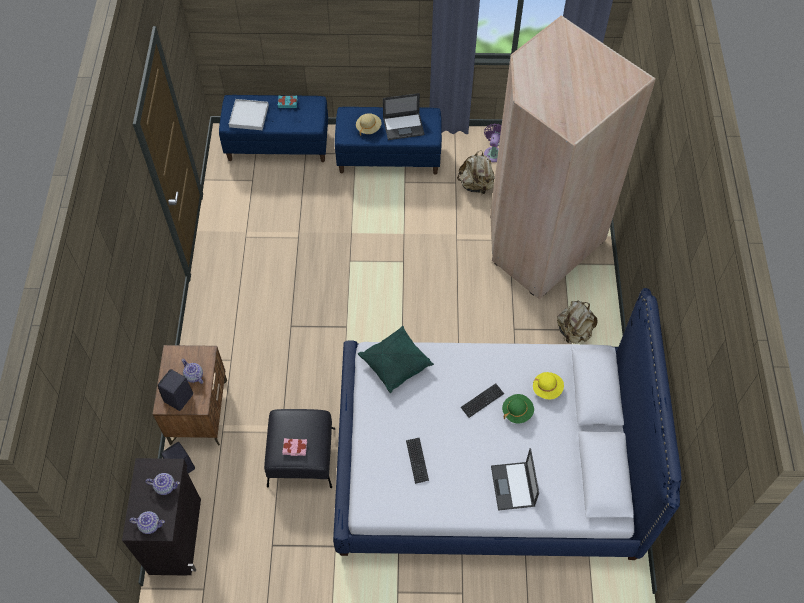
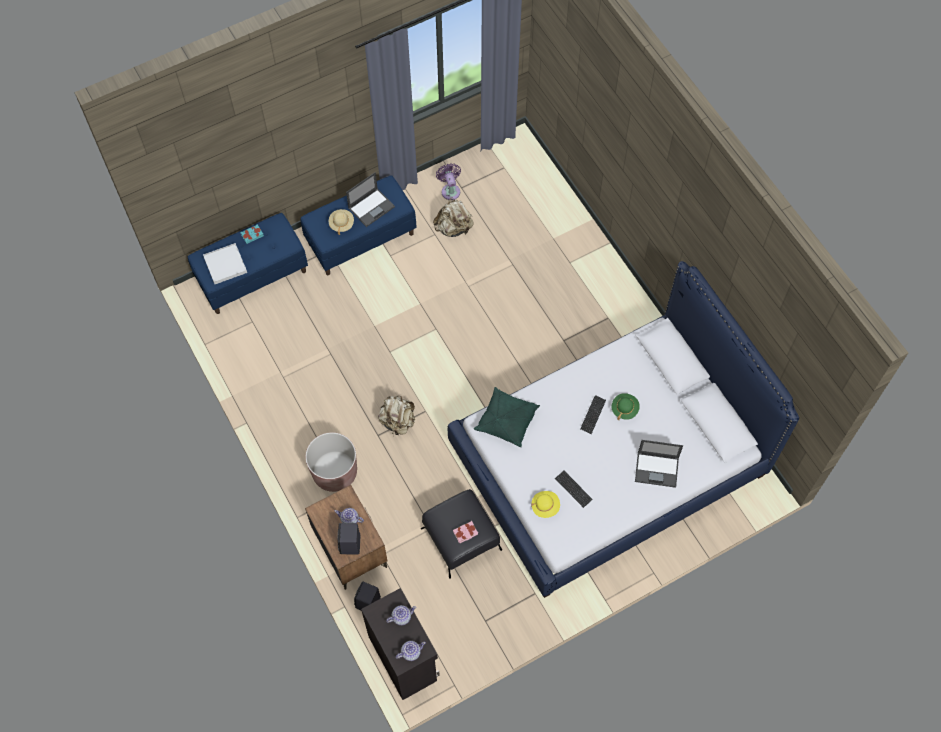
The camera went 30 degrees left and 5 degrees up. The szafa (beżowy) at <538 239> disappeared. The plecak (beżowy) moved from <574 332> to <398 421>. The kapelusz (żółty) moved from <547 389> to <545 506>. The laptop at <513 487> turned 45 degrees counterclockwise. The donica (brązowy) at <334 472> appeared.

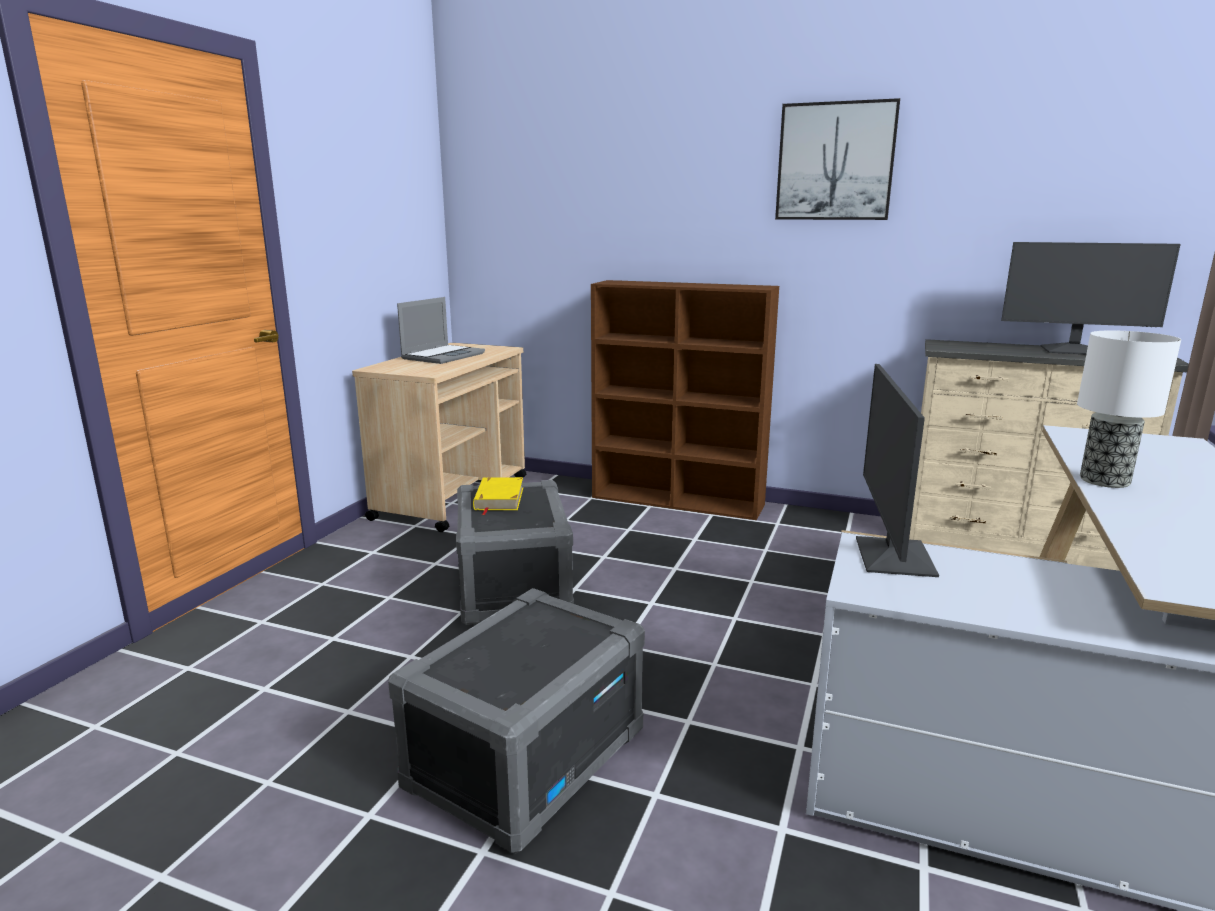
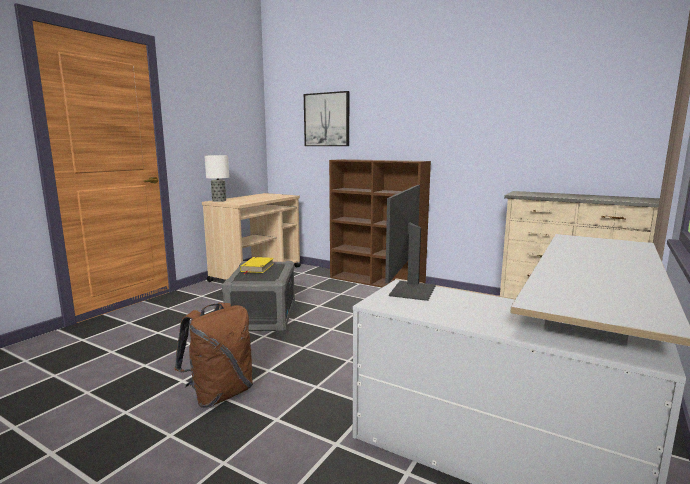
The camera went 10 degrees right and 5 degrees down. The obraz moved from <835 162> to <327 119>. The monitor at <1072 351> disappeared. The laptop at <443 356> disappeared. The lampa stołowa moved from <1105 480> to <219 201>. The pojemnik do przechowywania (szary) at <527 756> was replaced by the plecak (brązowy) at <220 394>.

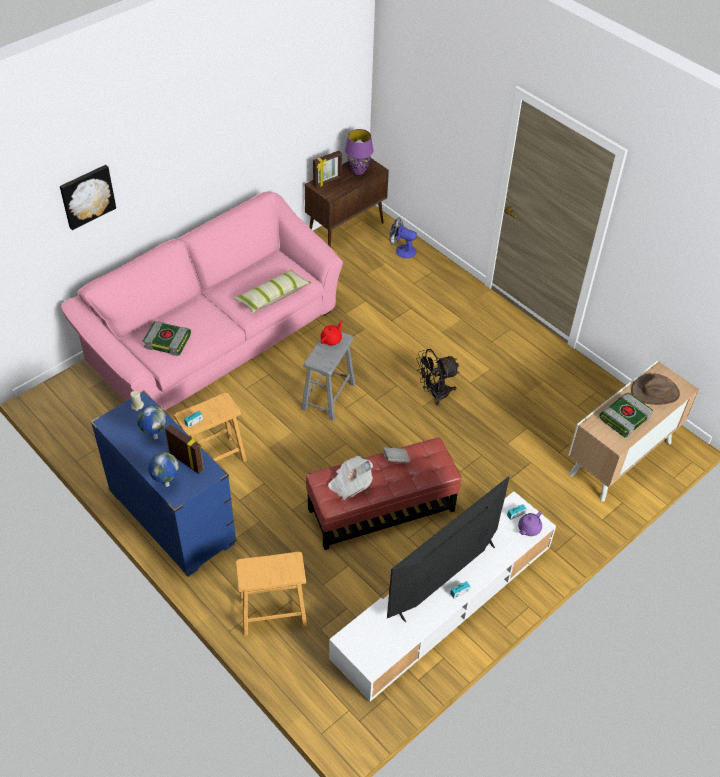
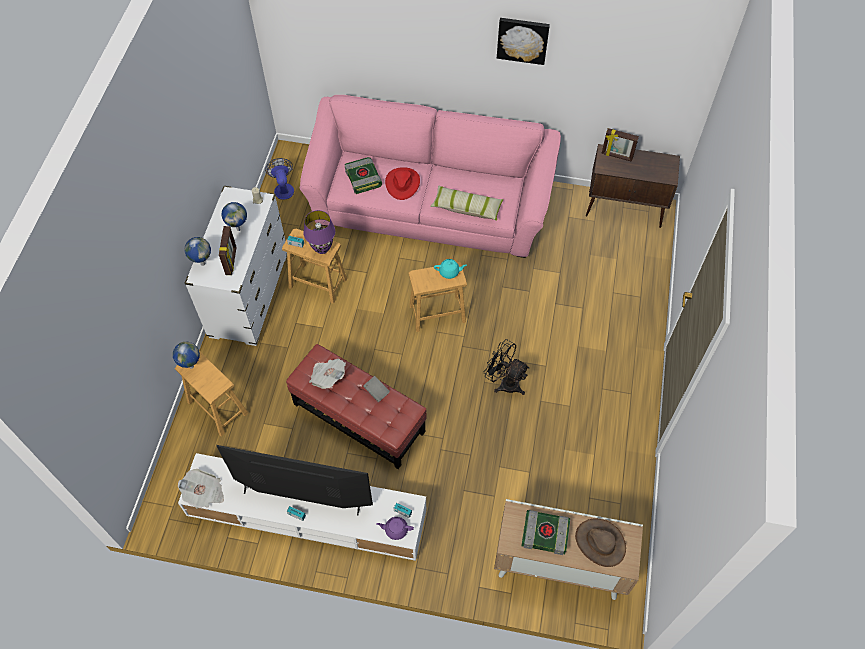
The camera went 55 degrees right and 10 degrees up. The lampa stołowa (fioletowy) moved from <358 171> to <322 249>. The obraz moved from <87 196> to <522 39>. The wentylator moved from <402 250> to <283 188>. The imbryk (czerwony) at <331 339> became the imbryk (turkusowy) at <449 272>. The stołek (szary) at <328 396> became the stołek (brązowy) at <437 313>. The komoda (niebieski) at <172 518> became the komoda (biały) at <249 295>. The kapelusz (czerwony) at <402 183> appeared. The globus at <191 366> appeared. The gazeta at <204 493> appeared.

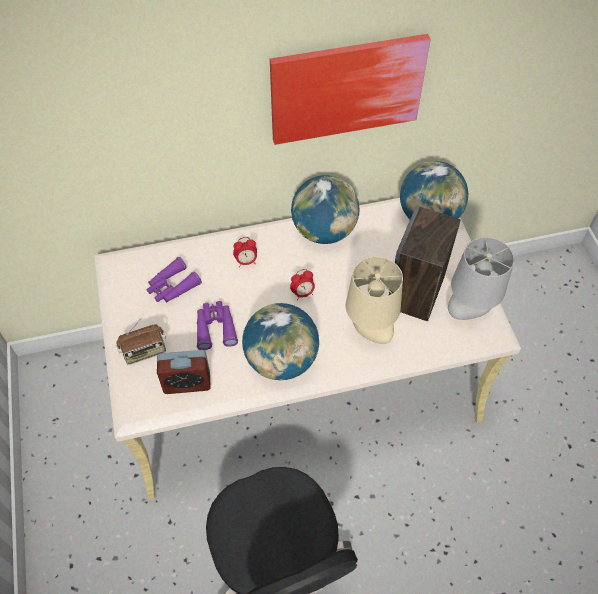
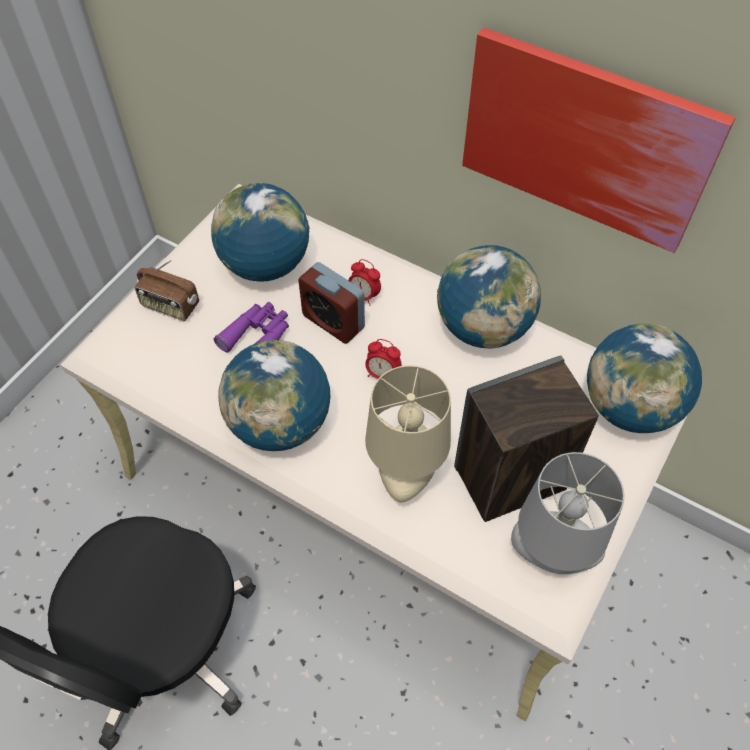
The camera went 45 degrees right and 0 degrees up. The lornetka (fioletowy) at <172 287> was replaced by the globus at <265 265>. The budzik moved from <187 383> to <333 322>.

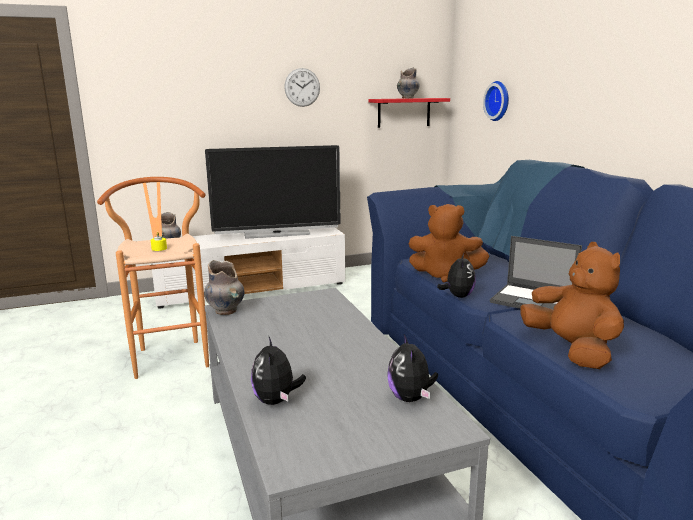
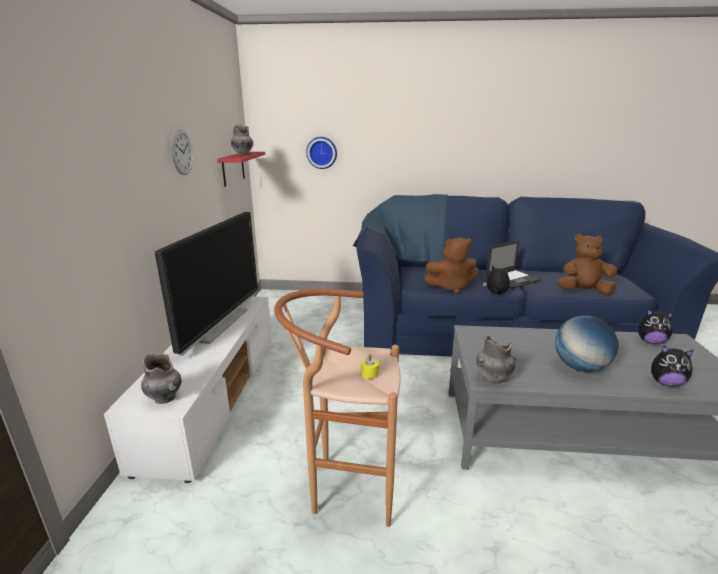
The camera went 65 degrees left and 5 degrees up. The pluszak (brązowy) at <445 275> turned 45 degrees clockwise. The globus at <580 367> appeared.

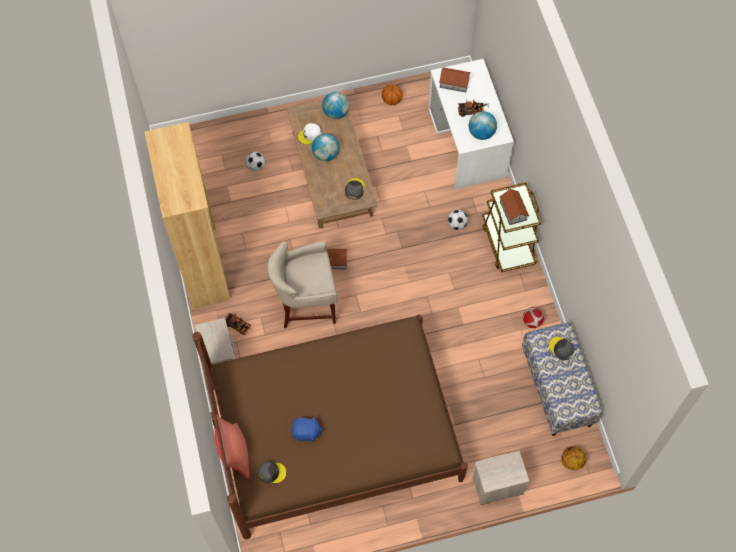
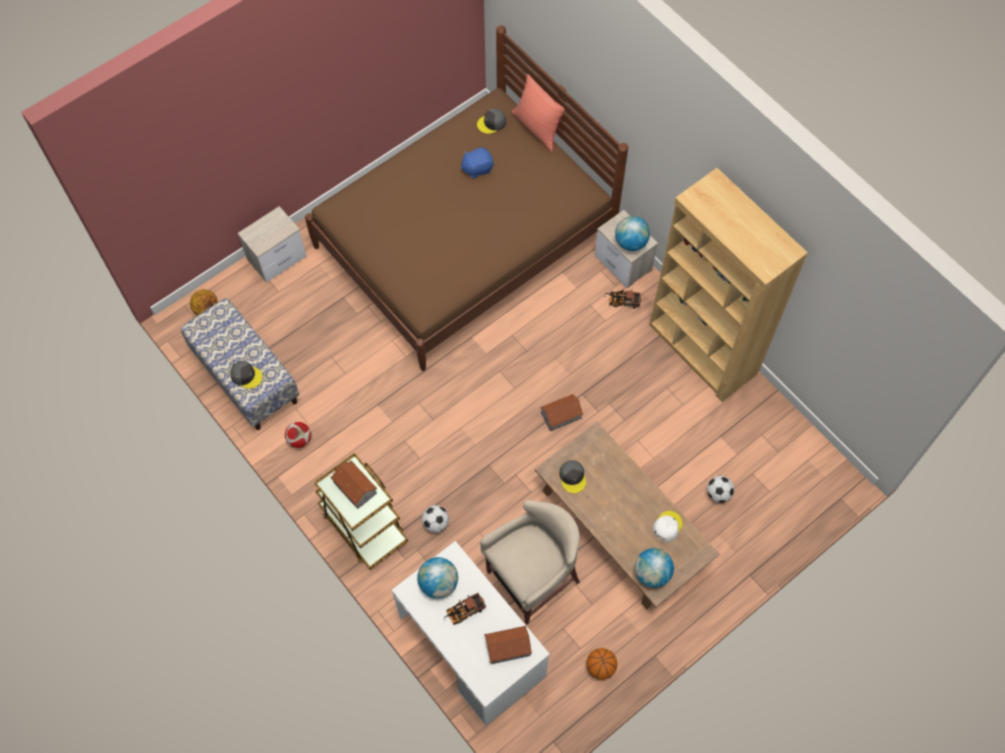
The camera went 155 degrees right and 0 degrees up. The globus moved from <326 154> to <630 242>. The stołek (beżowy) moved from <306 304> to <532 579>.

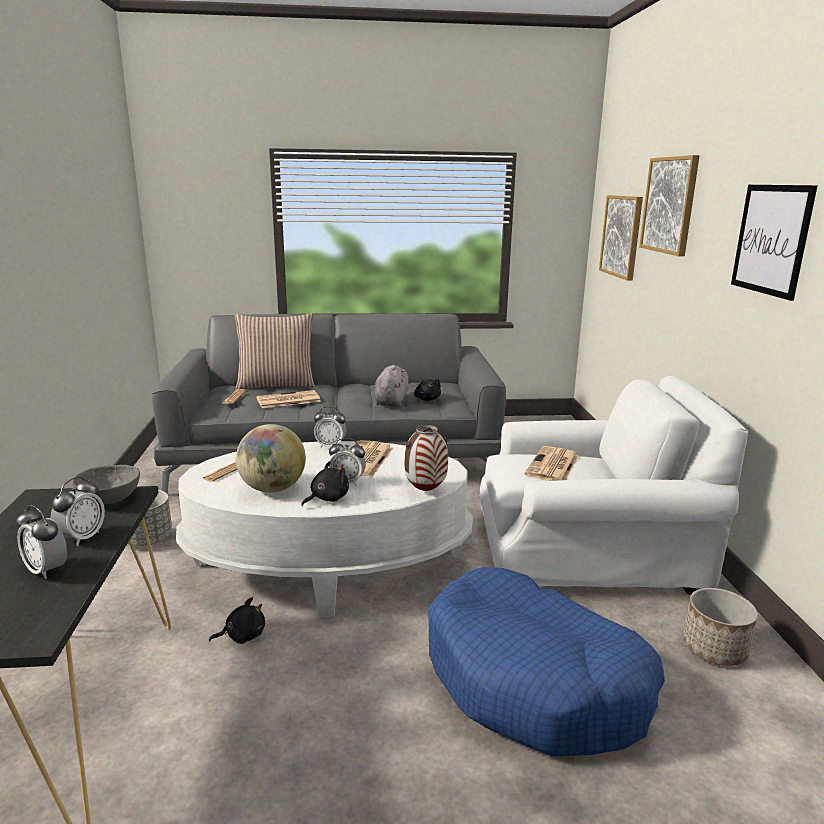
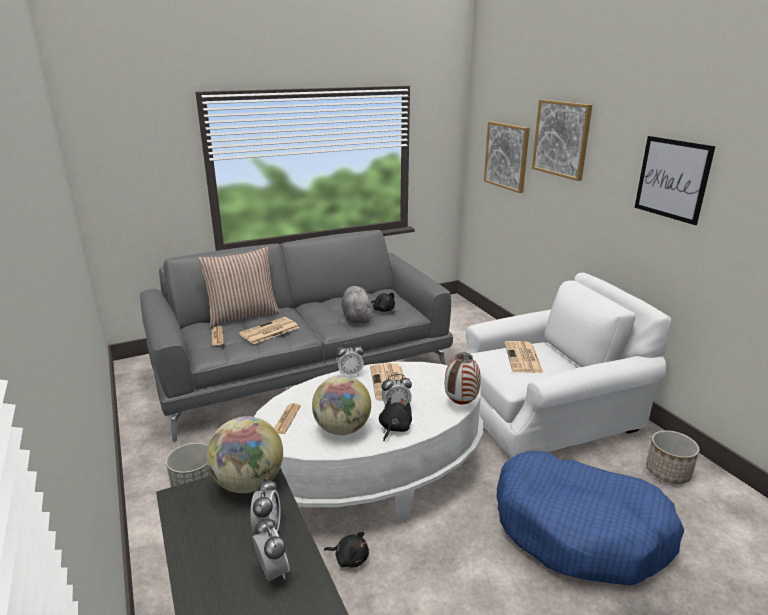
The camera went 20 degrees left and 5 degrees up. The miska (szary) at <109 500> was replaced by the globus at <248 483>. The budzik at <47 570> turned 135 degrees counterclockwise. The pluszak (czarny) at <242 635> turned 60 degrees clockwise.

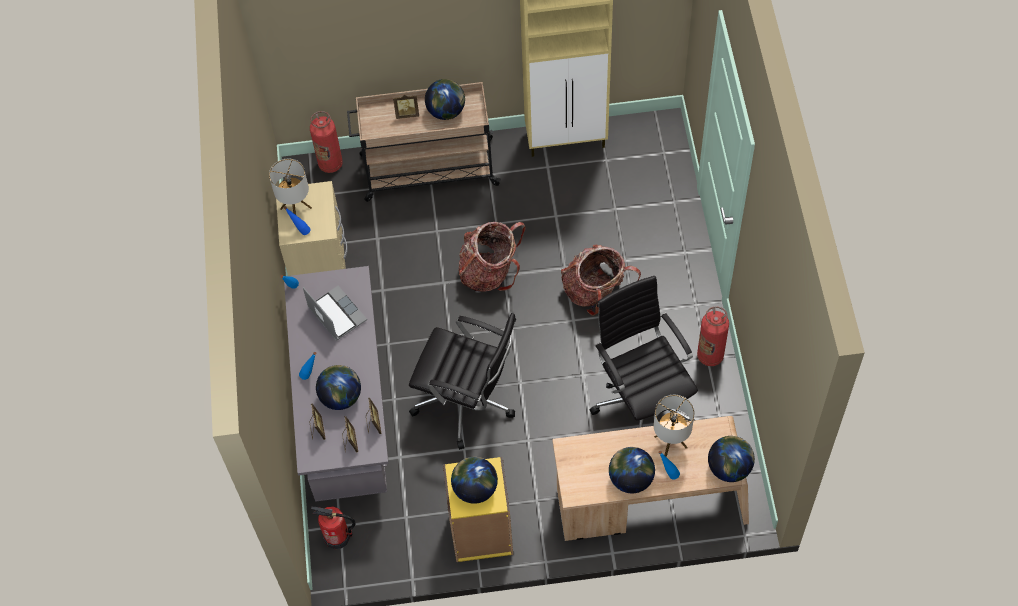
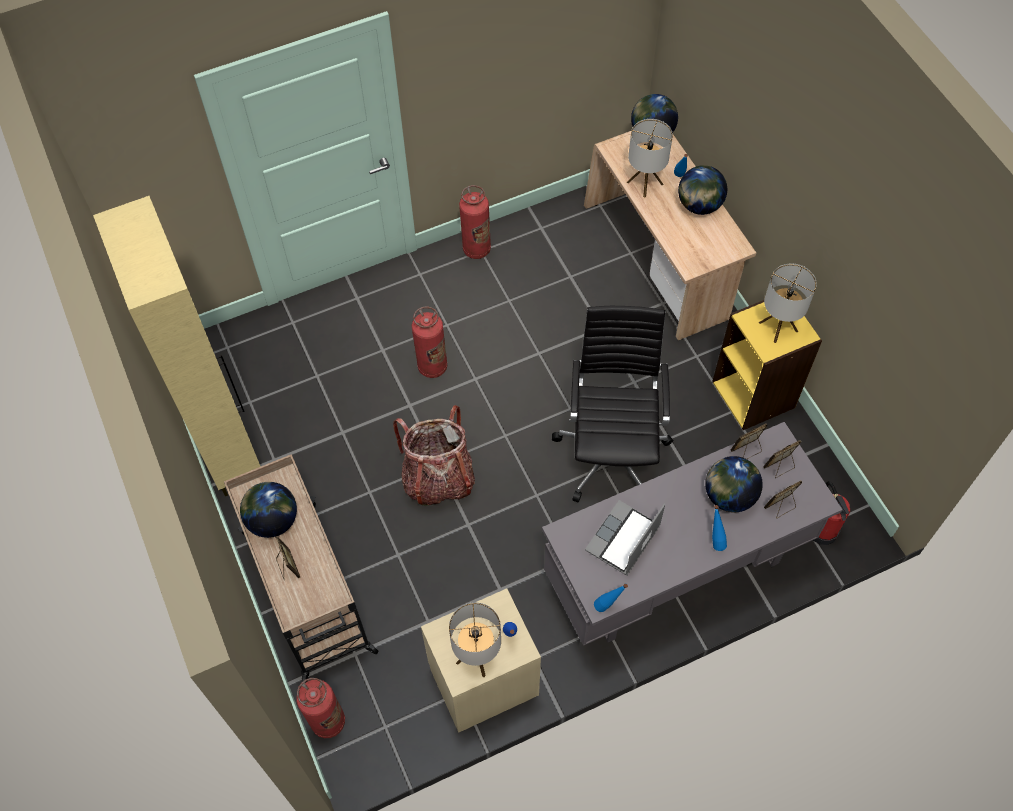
The camera went 110 degrees left and 0 degrees up. The plecak at <595 292> was replaced by the gaśnica at <432 367>. The krzesło biurowe (czarny) at <642 400> disappeared. The globus at <475 488> was replaced by the lampa stołowa at <778 327>.

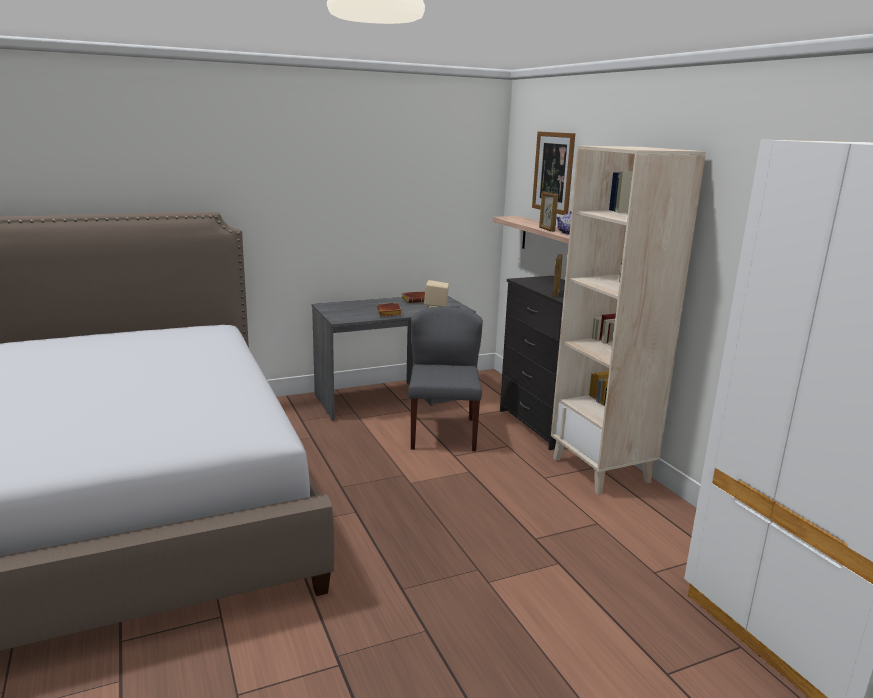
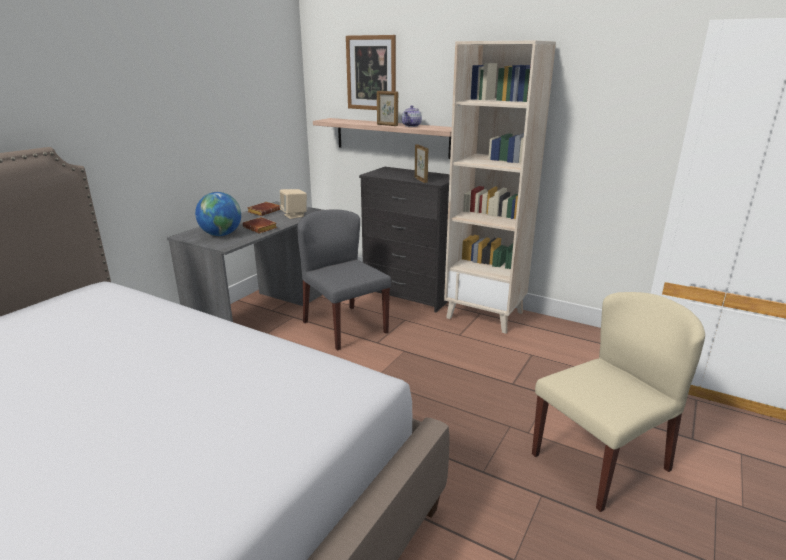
The camera went 35 degrees left and 5 degrees up. The globus at <221 235> appeared. The krzesło (beżowy) at <600 461> appeared.

